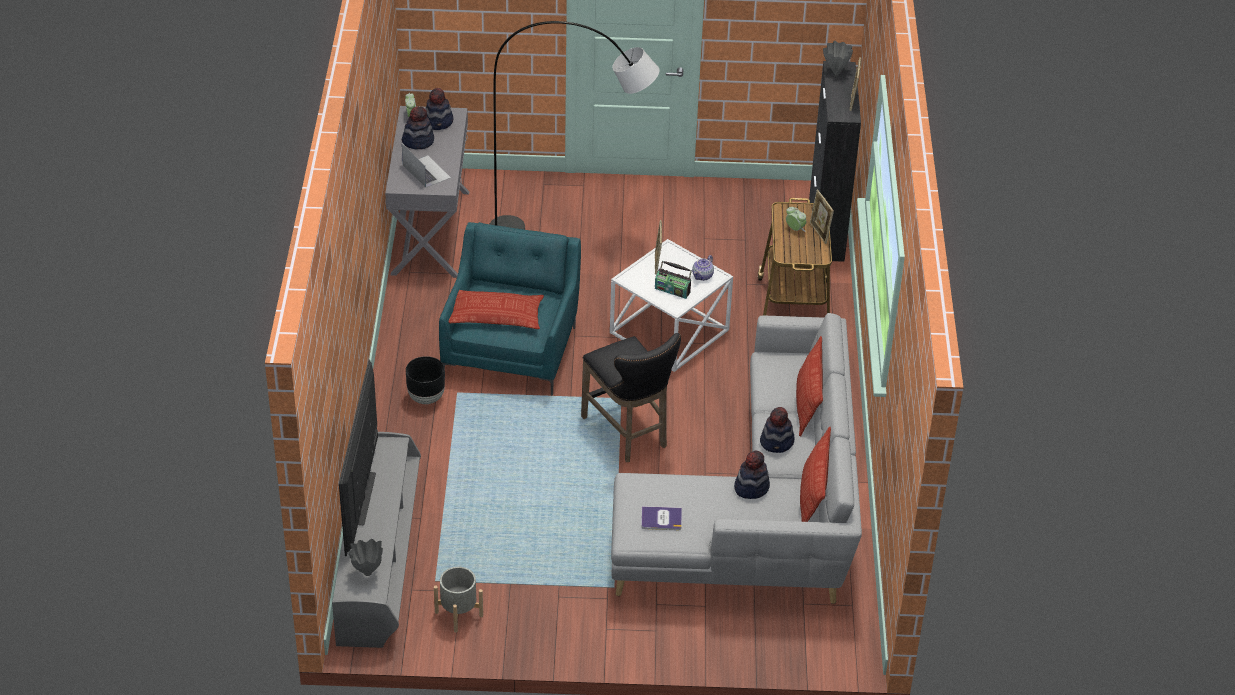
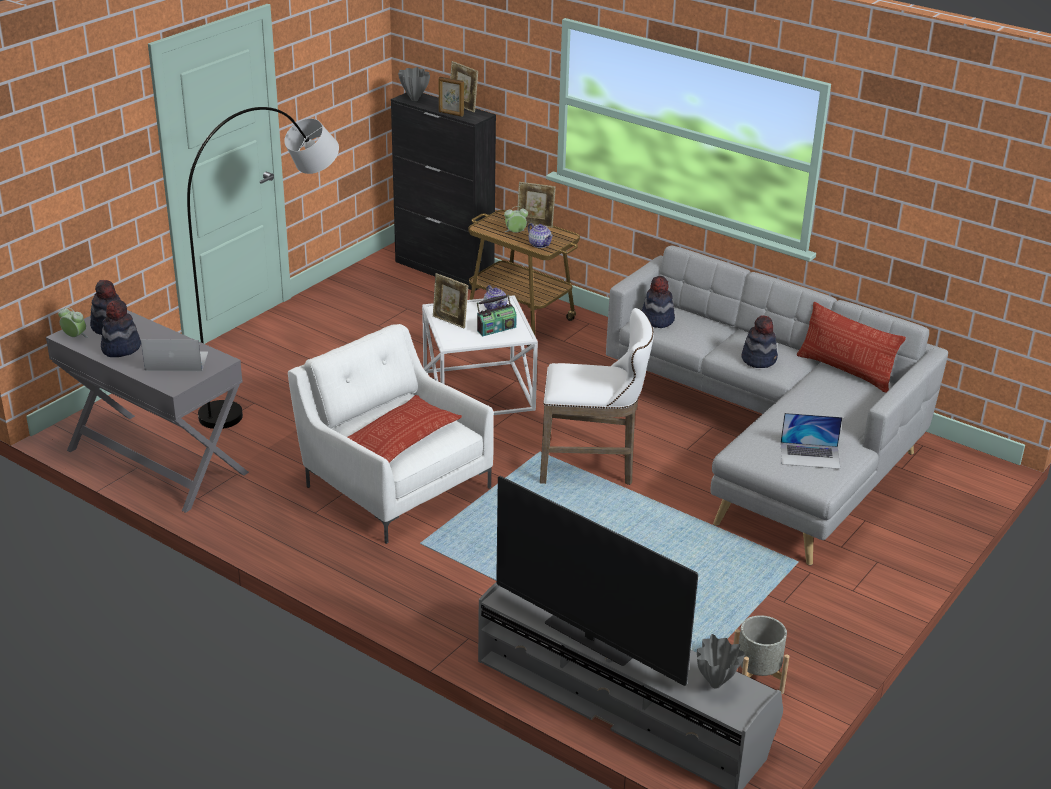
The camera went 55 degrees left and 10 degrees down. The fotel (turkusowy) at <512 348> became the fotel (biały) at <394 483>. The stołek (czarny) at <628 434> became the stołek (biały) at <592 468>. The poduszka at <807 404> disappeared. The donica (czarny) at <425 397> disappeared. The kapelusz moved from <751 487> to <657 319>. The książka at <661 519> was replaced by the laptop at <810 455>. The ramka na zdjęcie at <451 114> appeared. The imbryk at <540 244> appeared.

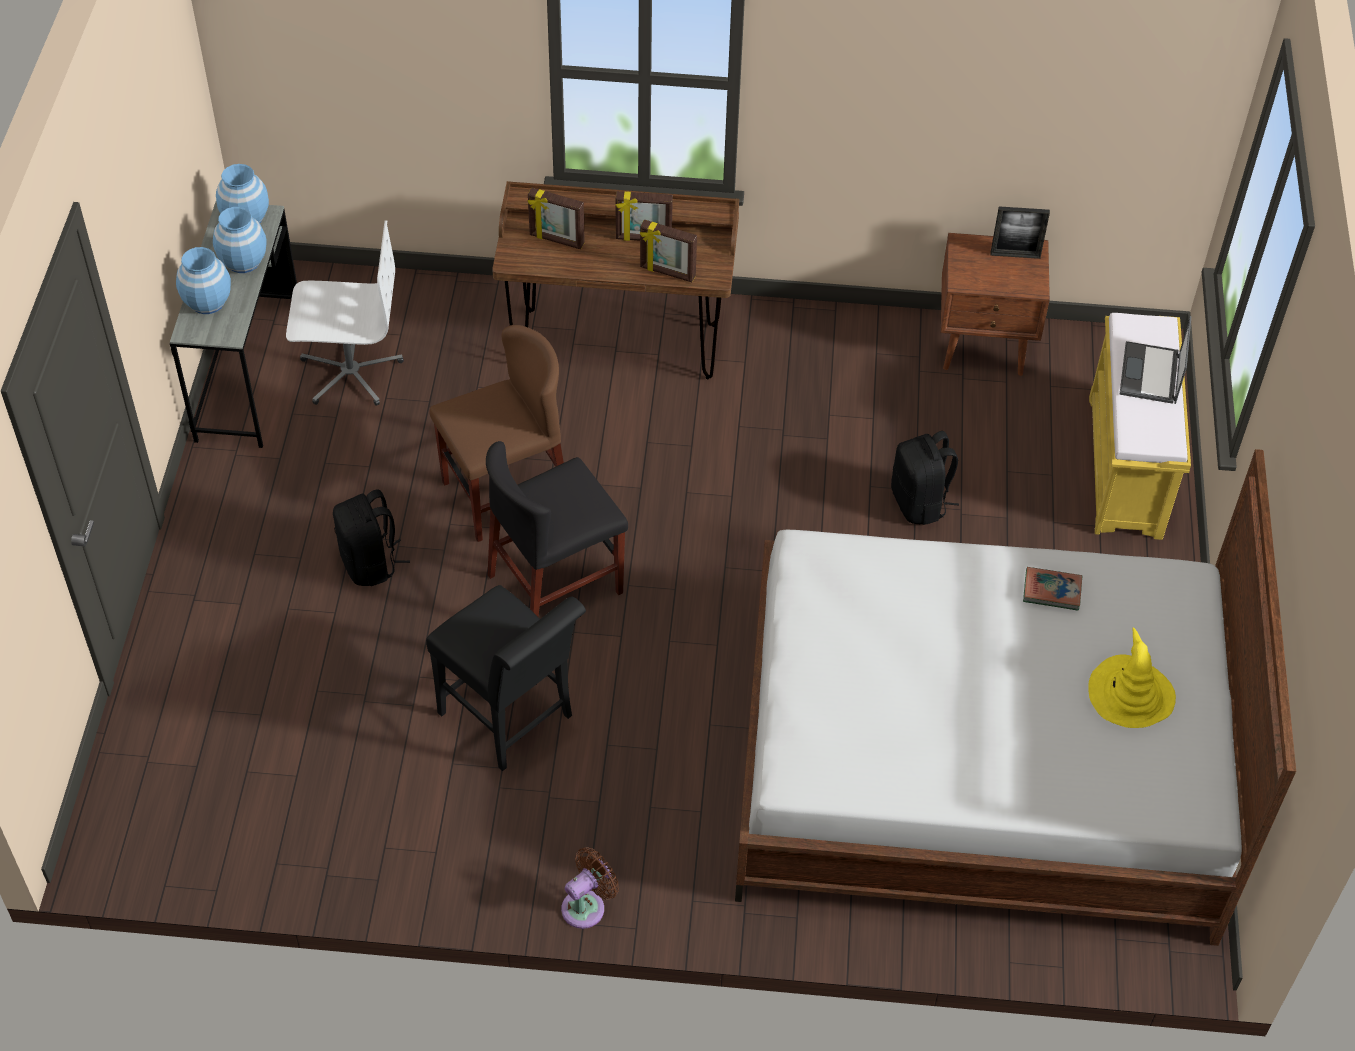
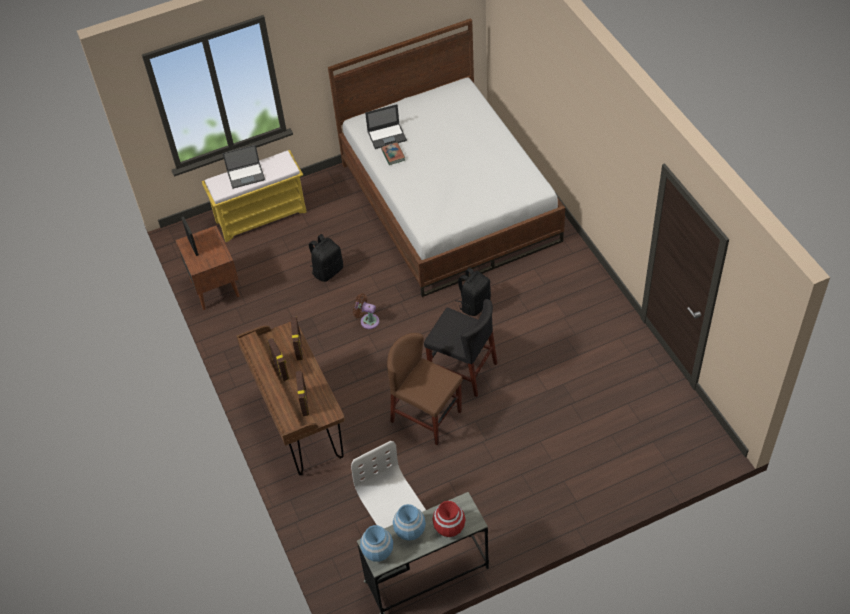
The camera went 115 degrees left and 0 degrees up. The wazon (niebieski) at <208 302> became the wazon (czerwony) at <449 527>. The plecak (czarny) moved from <370 563> to <474 304>. The krzesło (czarny) at <512 720> disappeared. The kapelusz (żółty) at <1130 694> disappeared. The wentylator (brązowy) moved from <587 906> to <367 321>. The laptop at <387 136> appeared.

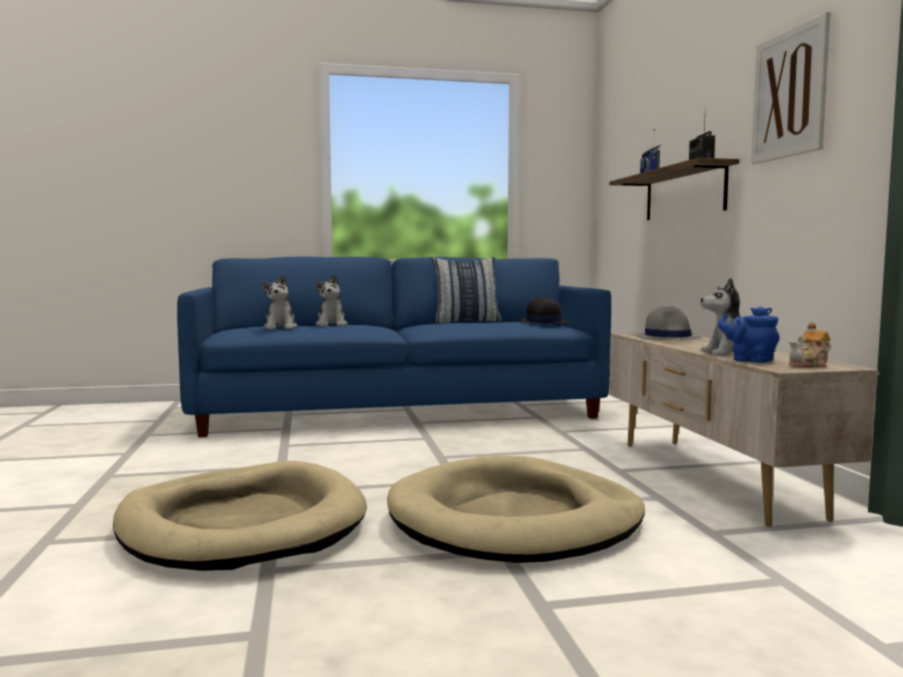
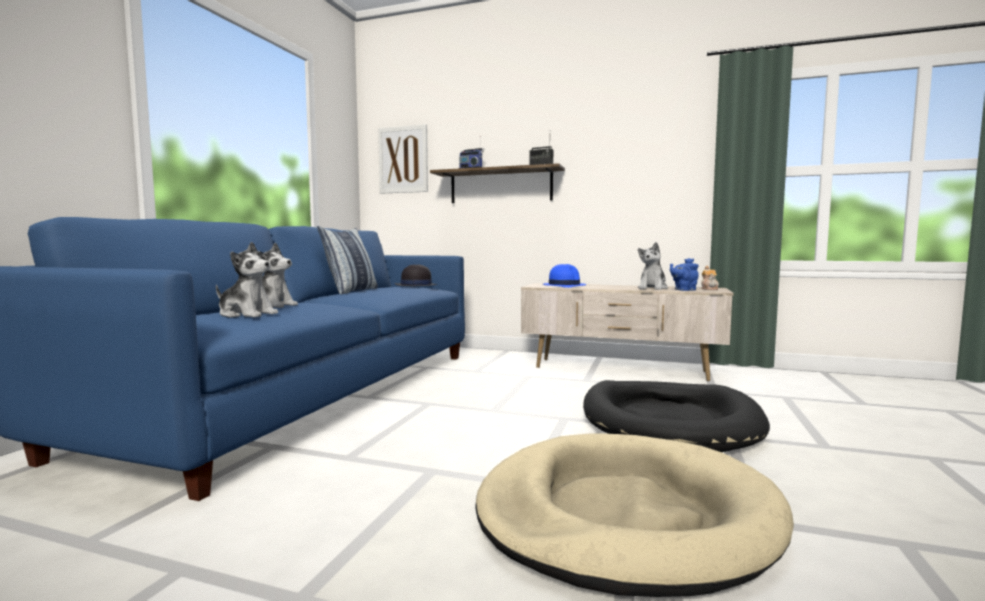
The camera went 60 degrees left and 0 degrees up. The obraz moved from <789 94> to <403 160>. The kapelusz (szary) at <668 337> became the kapelusz (niebieski) at <564 285>. The legowisko (beżowy) at <515 519> became the legowisko (czarny) at <669 421>.

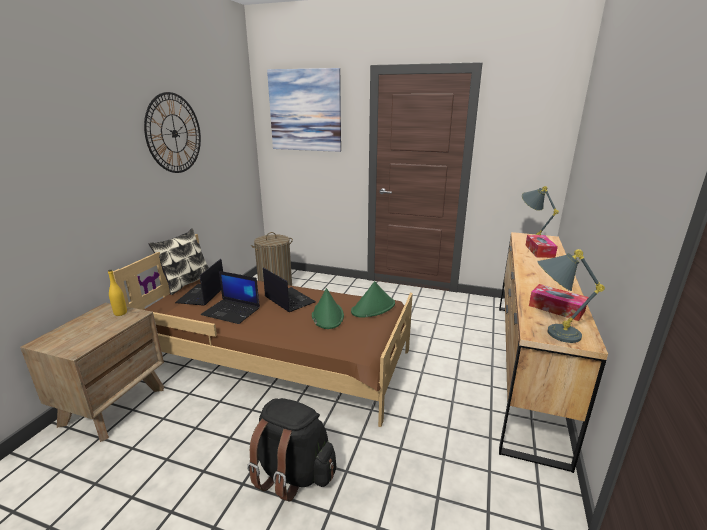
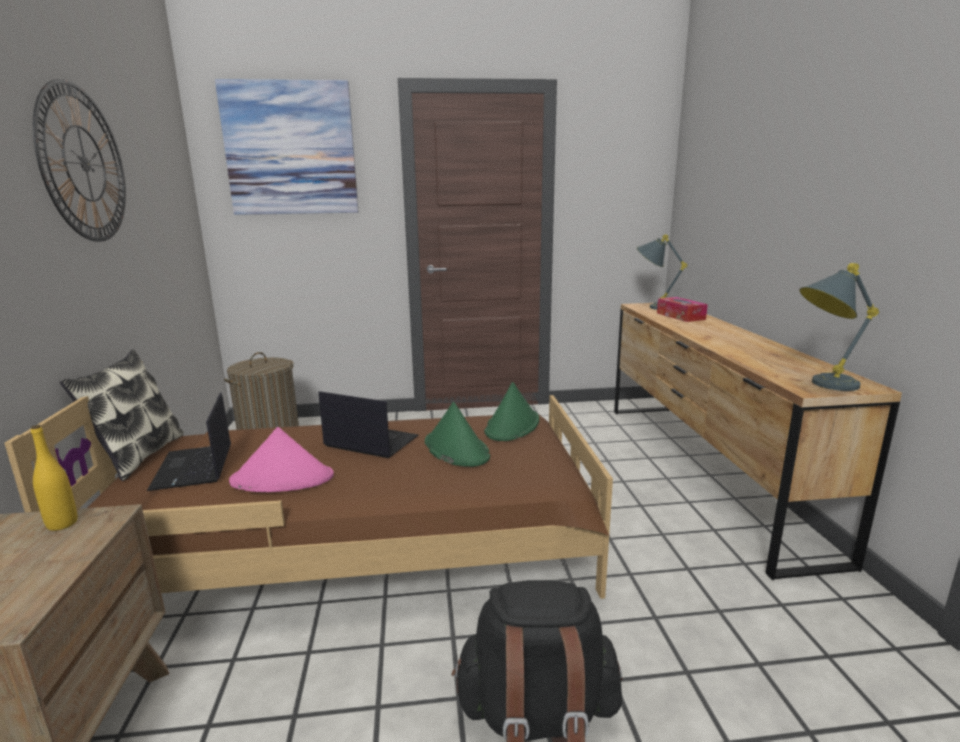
The camera went 25 degrees left and 5 degrees down. The laptop at <232 311> was replaced by the kapelusz (różowy) at <283 479>. The pudełko chusteczek at <556 308> disappeared.

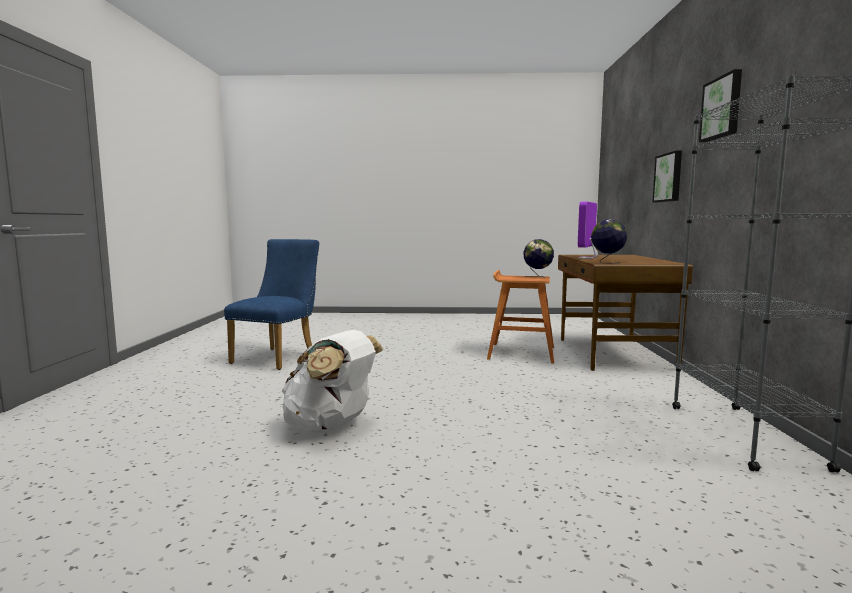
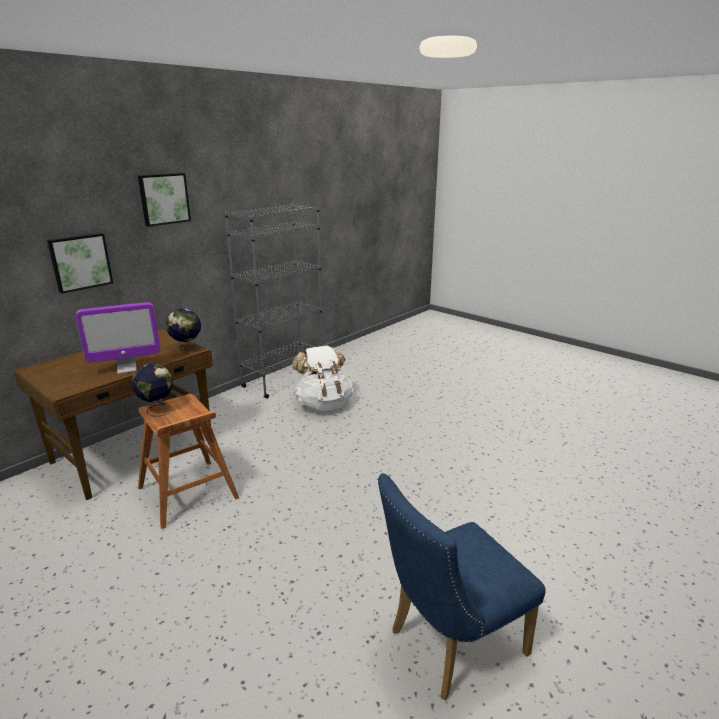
The camera went 140 degrees left and 15 degrees up. The plecak (biały) moved from <331 426> to <323 404>.

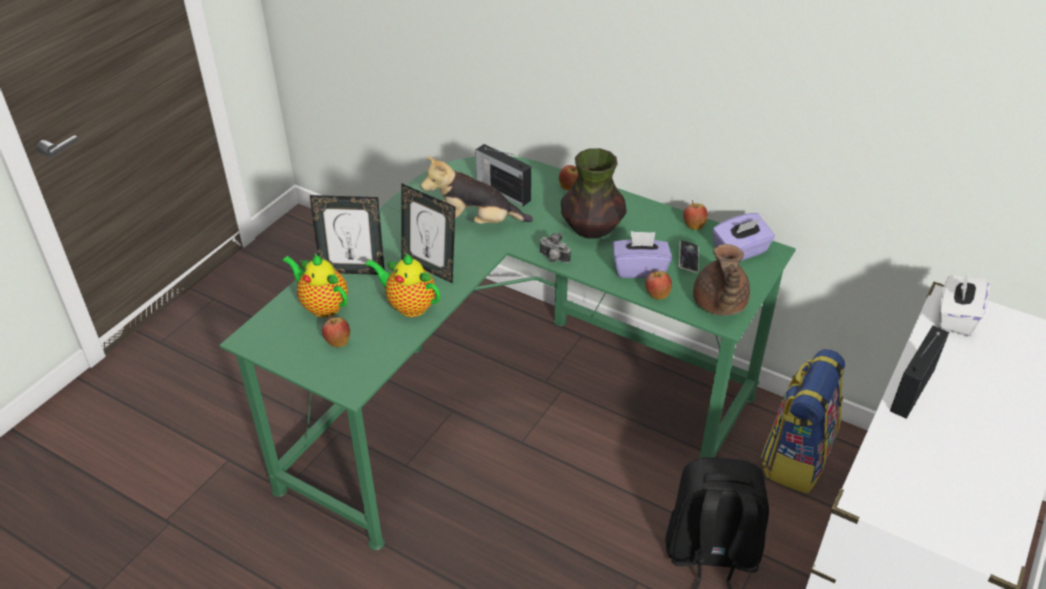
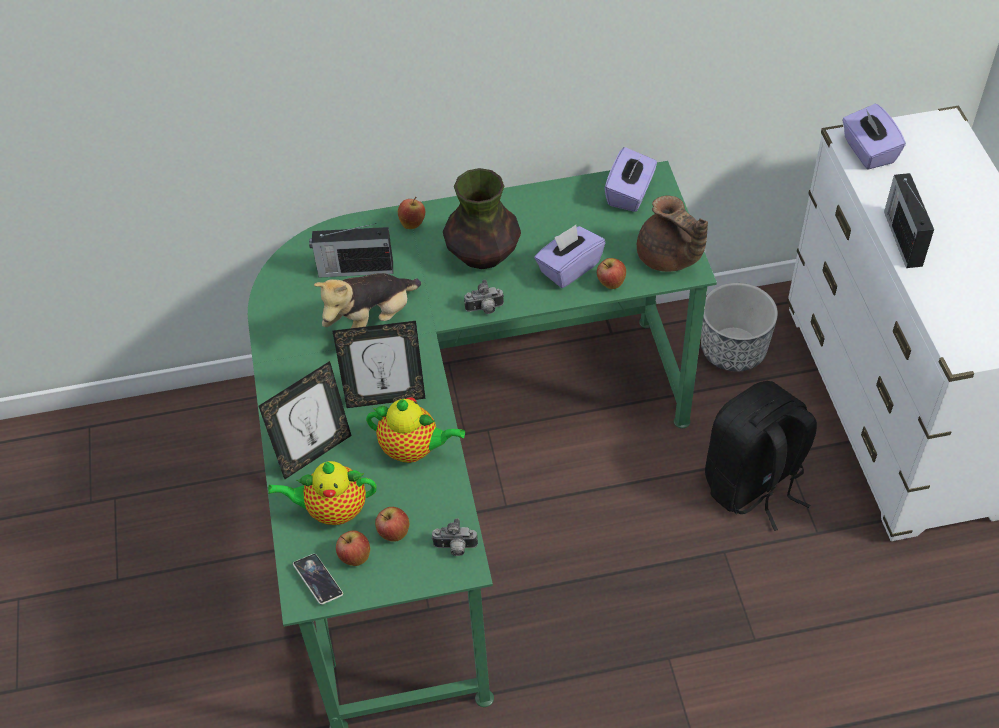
The camera went 40 degrees left and 10 degrees up. The jabłko moved from <693 225> to <354 557>. The telefon moved from <688 259> to <318 581>. The imbryk at <409 306> turned 150 degrees counterclockwise. The pudełko chusteczek (biały) at <956 317> became the pudełko chusteczek (fioletowy) at <868 151>. The plecak at <796 457> was replaced by the donica at <732 349>. The aparat fotograficzny at <455 548> appeared.

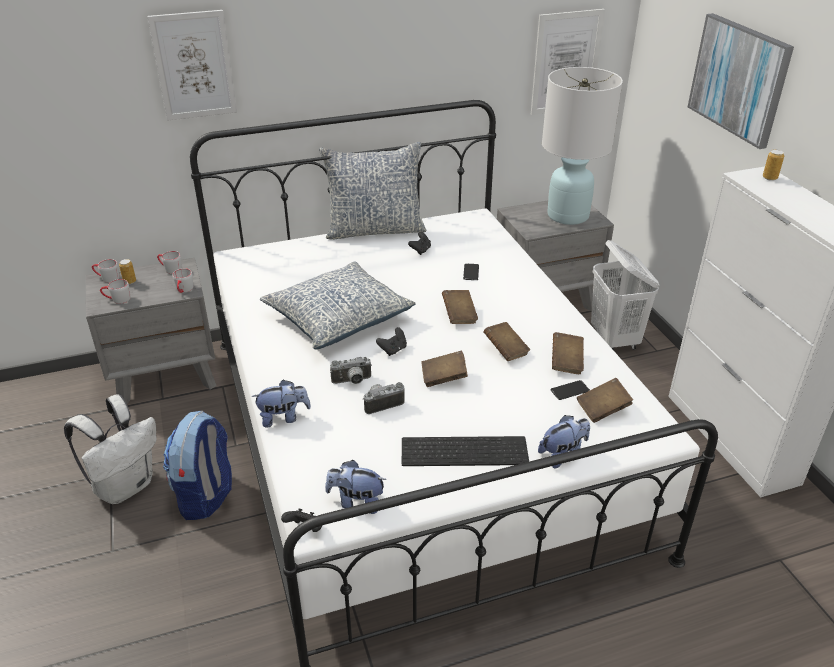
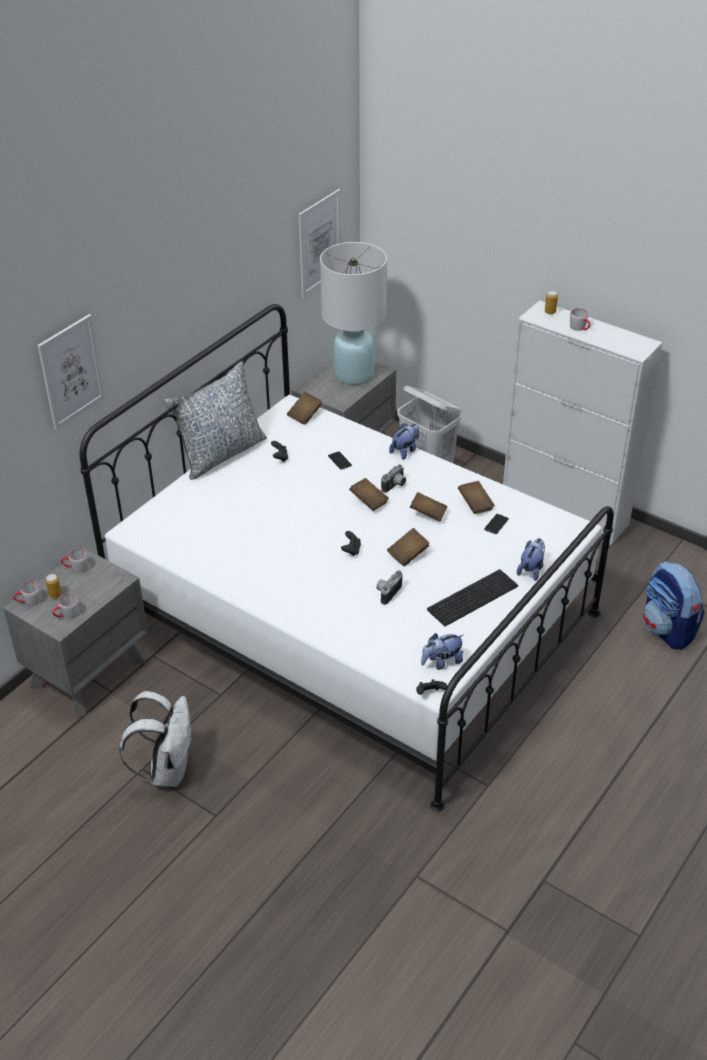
The camera went 35 degrees left and 5 degrees up. The obraz at <739 79> disappeared. The poduszka at <338 318> disappeared. The kubek (szary) moved from <184 290> to <580 328>. The aparat fotograficzny moved from <352 381> to <395 486>. The książka (brązowy) moved from <603 409> to <305 415>. The pluszak moved from <283 417> to <405 451>. The plecak moved from <206 496> to <667 630>.

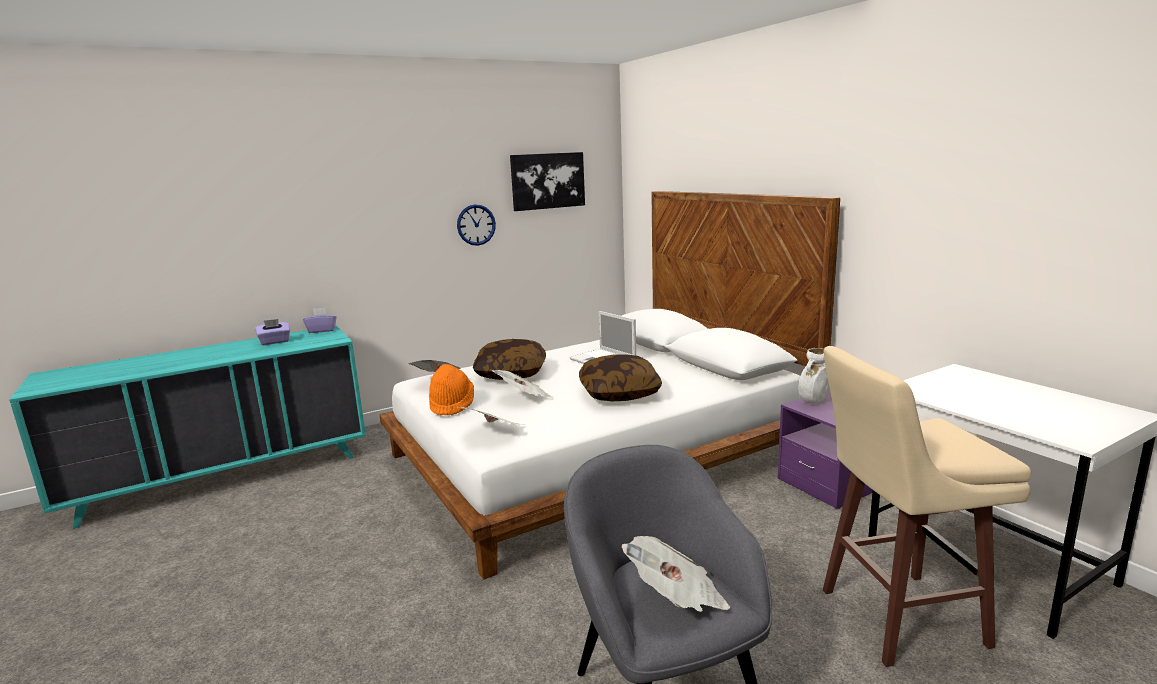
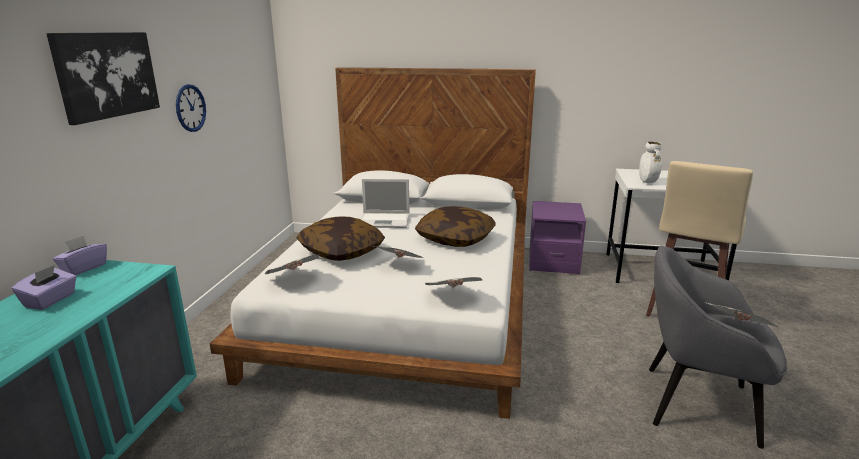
The camera went 50 degrees left and 5 degrees up. The obraz moved from <547 181> to <107 75>. The wazon (biały) moved from <814 402> to <647 182>. The kapelusz (pomarańczowy) at <452 405> disappeared.

